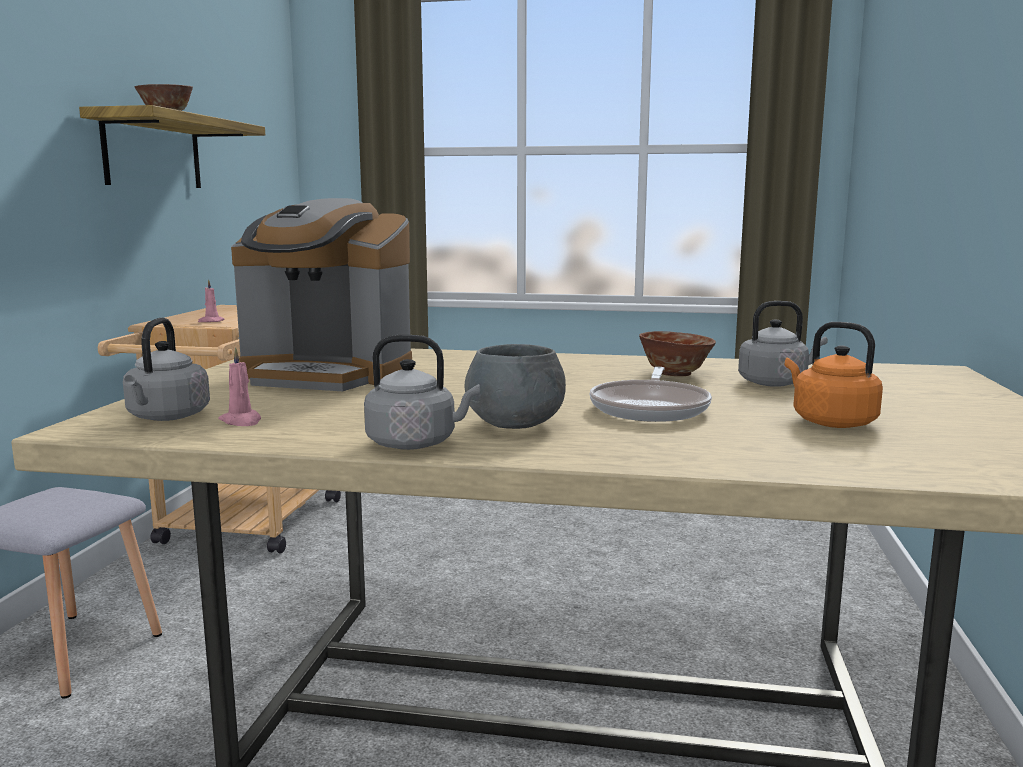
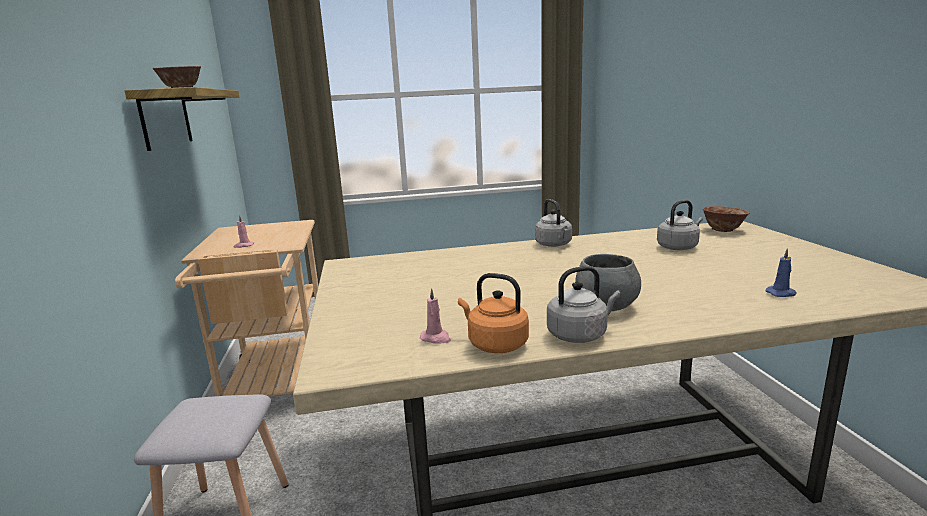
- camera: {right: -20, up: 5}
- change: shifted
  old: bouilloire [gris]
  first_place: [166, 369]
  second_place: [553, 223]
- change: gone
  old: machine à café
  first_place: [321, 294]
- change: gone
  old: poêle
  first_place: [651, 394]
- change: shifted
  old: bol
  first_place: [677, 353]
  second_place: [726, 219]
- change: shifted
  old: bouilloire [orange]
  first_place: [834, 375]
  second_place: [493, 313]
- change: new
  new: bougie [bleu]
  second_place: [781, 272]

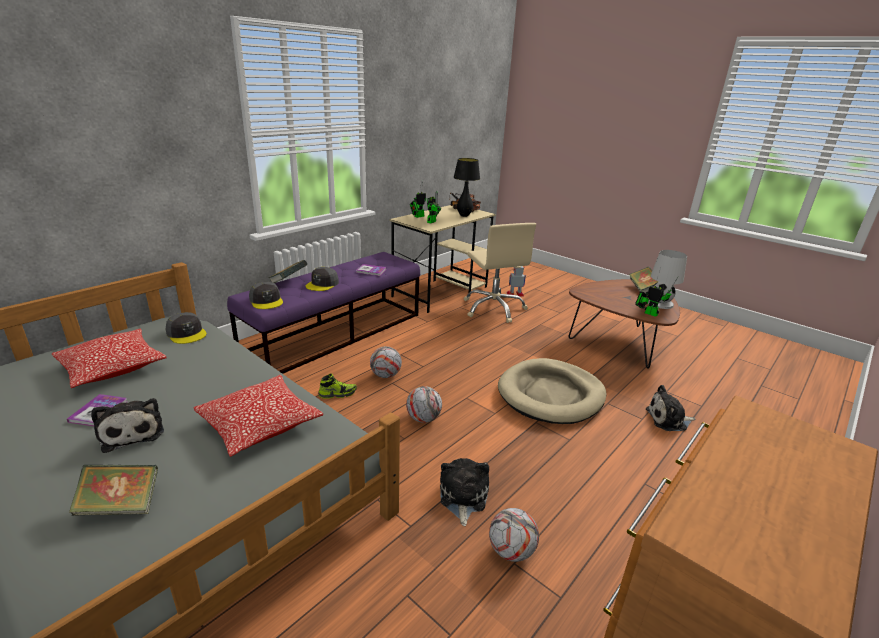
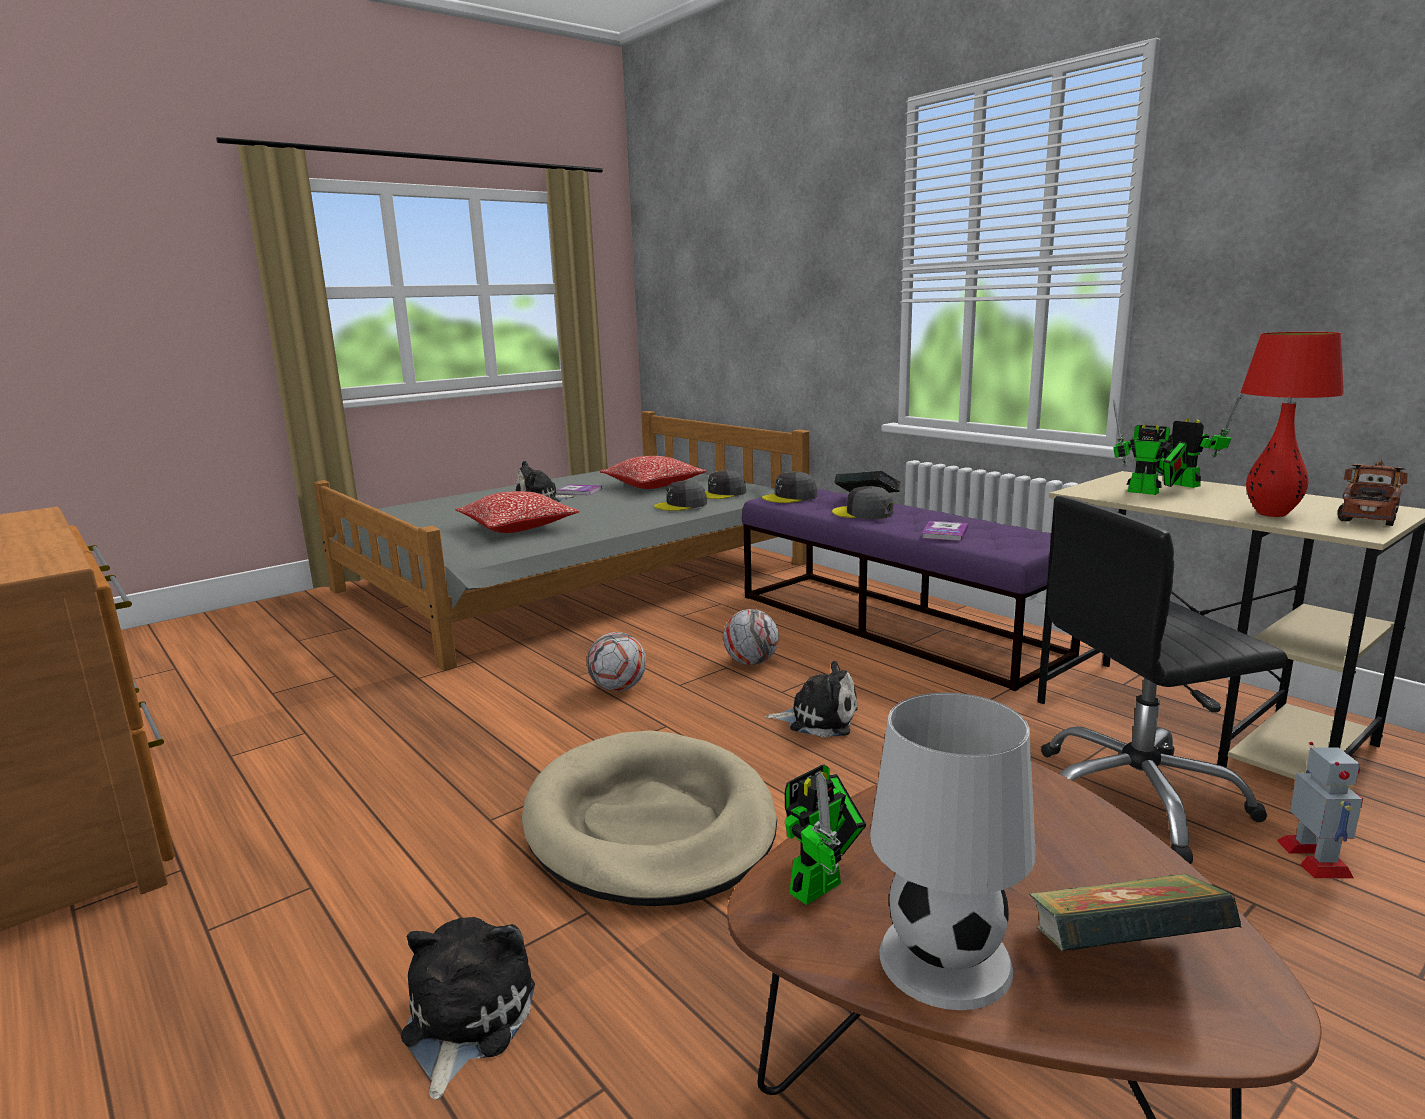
- camera: {right: 100, up: -10}
- change: gone
  old: livre
  first_place: [113, 490]
- change: gone
  old: chaussure
  first_place: [337, 386]
- change: shifted
  old: peluche
  first_place: [464, 492]
  second_place: [811, 699]
- change: repainted
  old: lampe de table [noir]
  new: lampe de table [rouge]
  first_place: [467, 187]
  second_place: [1292, 424]
- change: repainted
  old: chaise de bureau [beige]
  new: chaise de bureau [noir]
  first_place: [500, 273]
  second_place: [1164, 680]
- change: gone
  old: ballon de foot
  first_place: [514, 535]
- change: new
  new: casquette [gris]
  second_place: [680, 496]

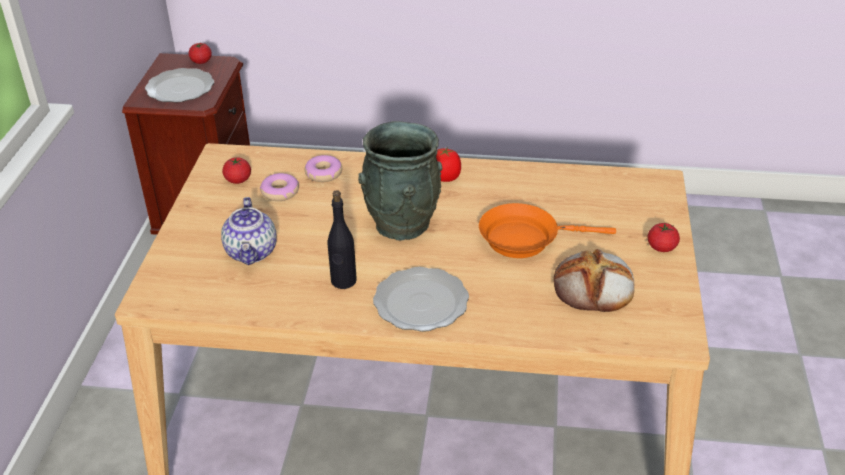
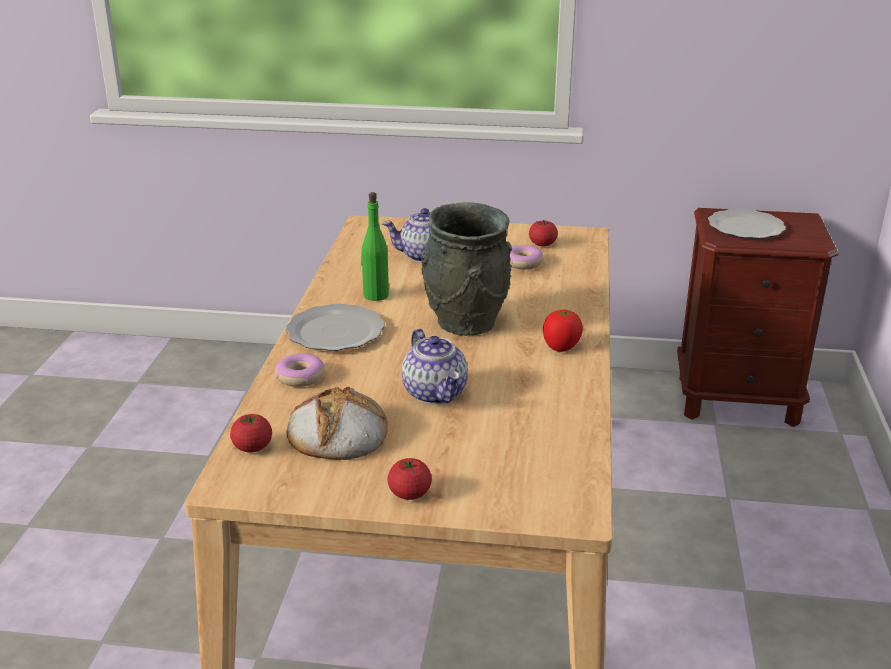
- camera: {right: 90, up: -10}
- change: shifted
  old: tomate
  first_place: [200, 53]
  second_place: [251, 433]
- change: shifted
  old: beignet
  first_place: [323, 168]
  second_place: [300, 370]
- change: repainted
  old: bouteille [noir]
  new: bouteille [vert]
  first_place: [342, 239]
  second_place: [375, 246]
- change: swapped
  old: poêle [orange]
  new: théière
  first_place: [547, 230]
  second_place: [435, 366]

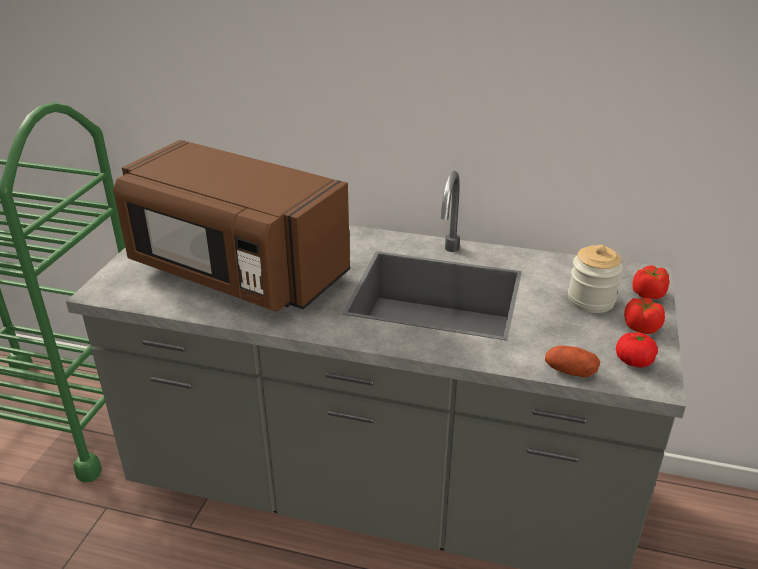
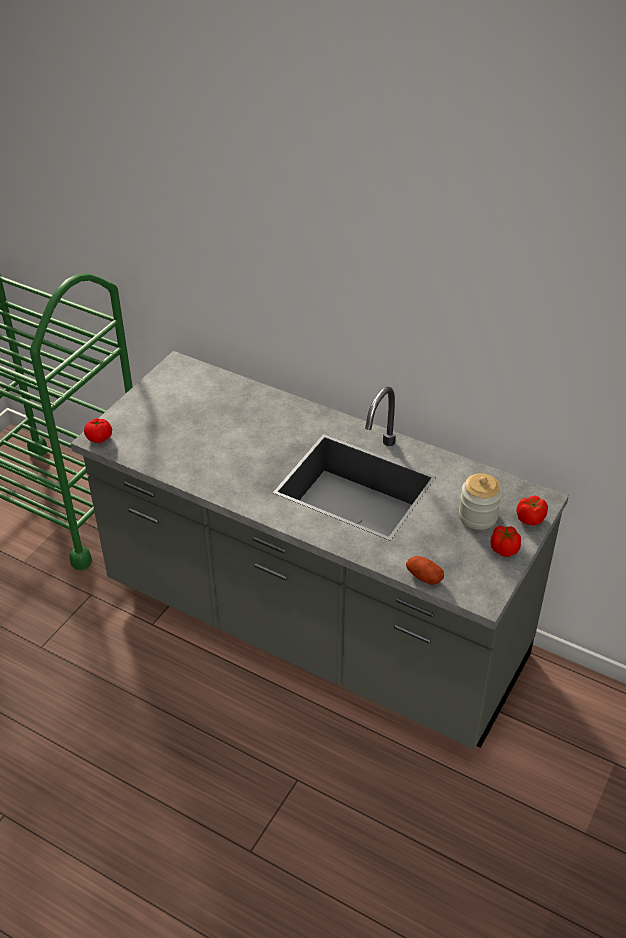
- camera: {right: 15, up: 10}
- change: gone
  old: micro-ondes [marron]
  first_place: [231, 225]
- change: shifted
  old: tomate
  first_place: [637, 350]
  second_place: [98, 430]

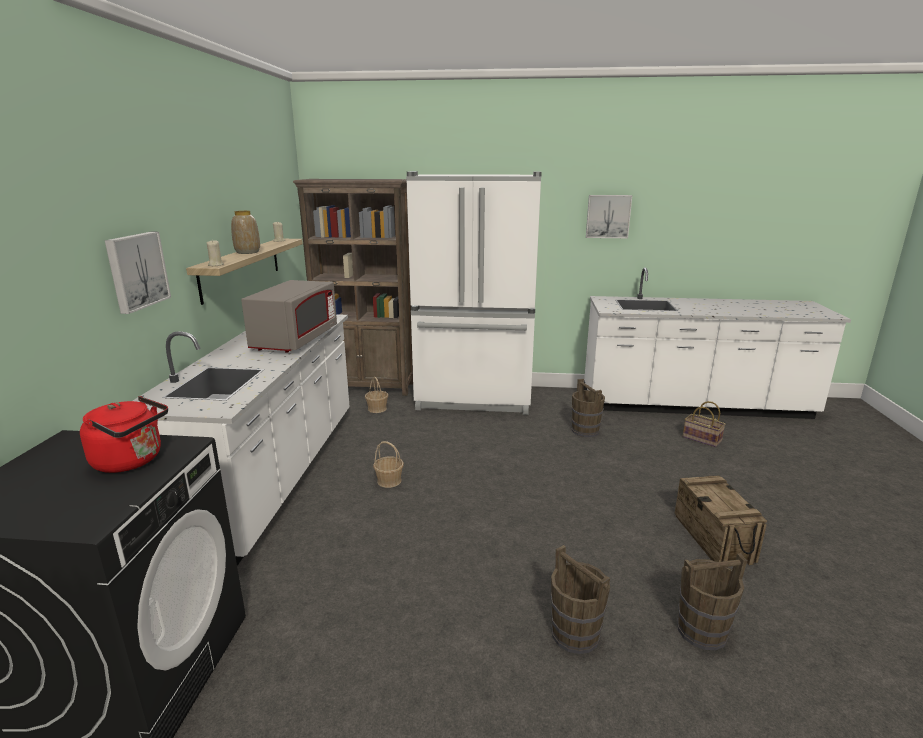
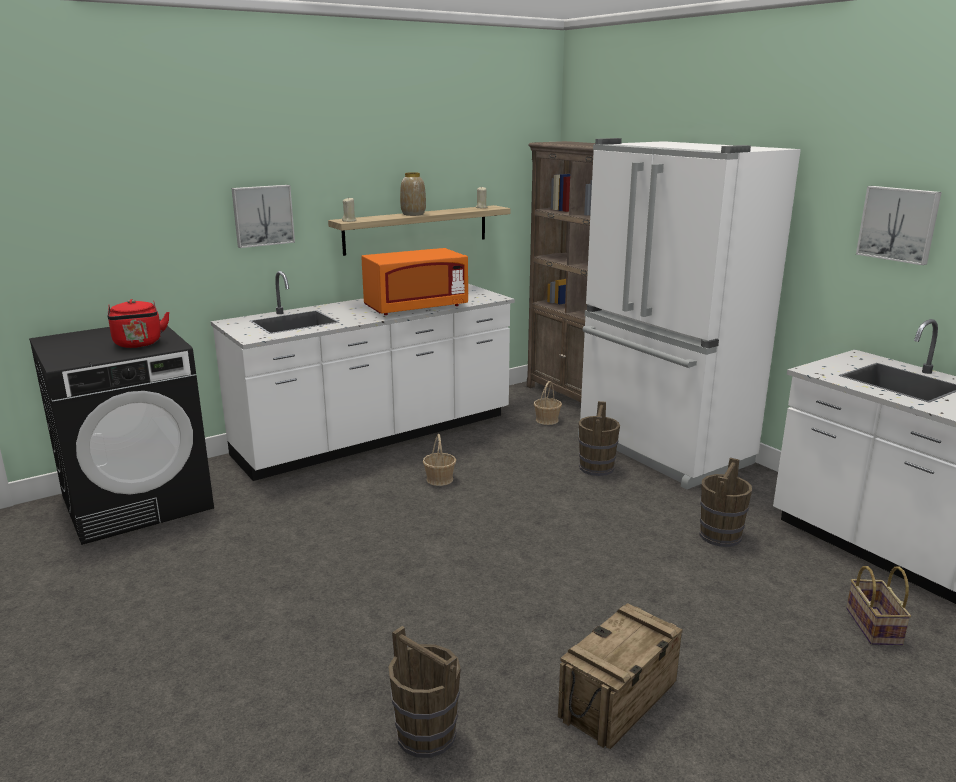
- camera: {right: 50, up: 0}
- change: repainted
  old: micro-ondes [gris]
  new: micro-ondes [orange]
  first_place: [289, 316]
  second_place: [414, 281]
- change: shifted
  old: seau [marron]
  first_place: [580, 599]
  second_place: [599, 438]

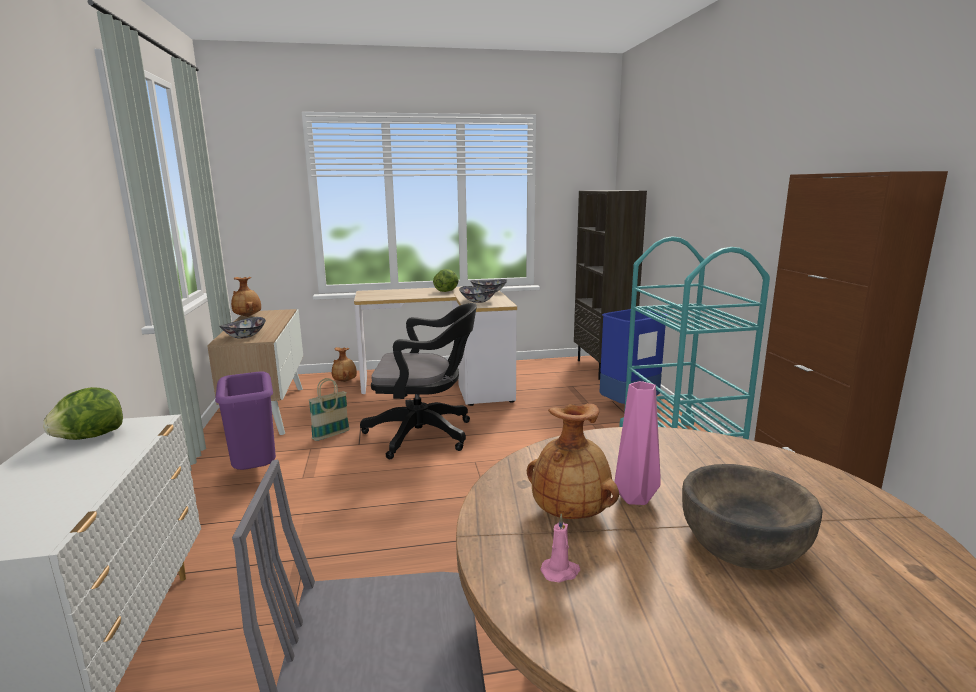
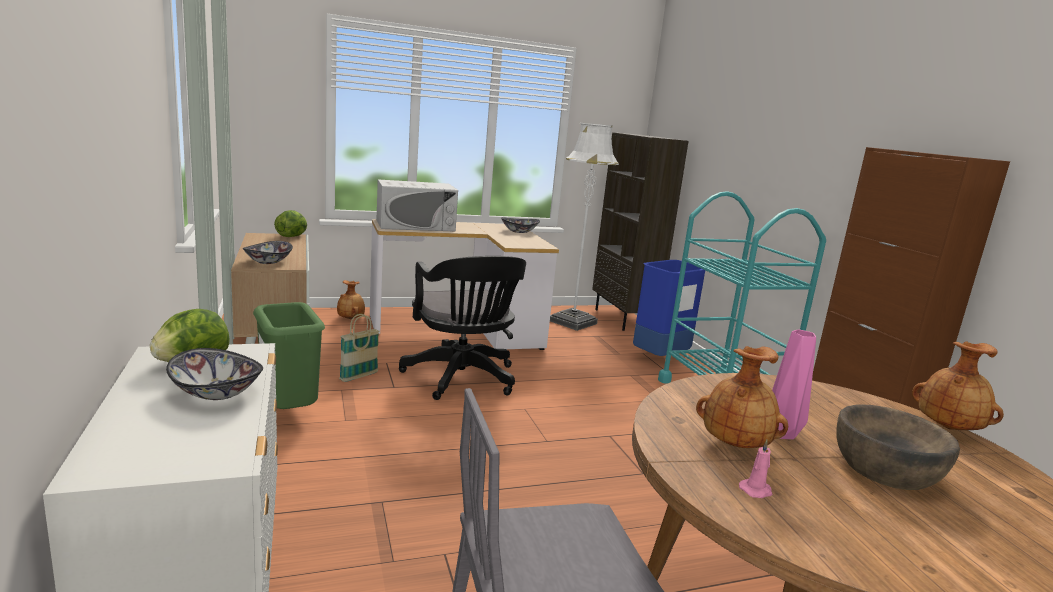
- camera: {right: -10, up: 0}
- change: repainted
  old: poubelle [violet]
  new: poubelle [vert]
  first_place: [245, 420]
  second_place: [289, 355]
- change: shifted
  old: vase [marron]
  first_place: [246, 297]
  second_place: [958, 385]
- change: rotated
  old: chaise de bureau [noir]
  first_place: [418, 381]
  second_place: [462, 328]
  degrees: 75
- change: shifted
  old: laitue
  first_place: [446, 280]
  second_place: [290, 223]
- change: shifted
  old: bol
  first_place: [478, 294]
  second_place: [214, 374]
- change: new
  new: micro-ondes [blanc]
  second_place: [417, 205]
- change: new
  new: lampadaire [blanc]
  second_place: [584, 227]

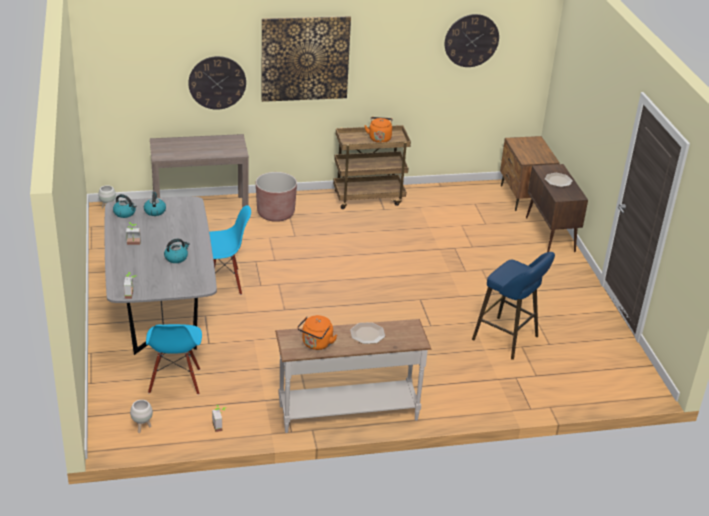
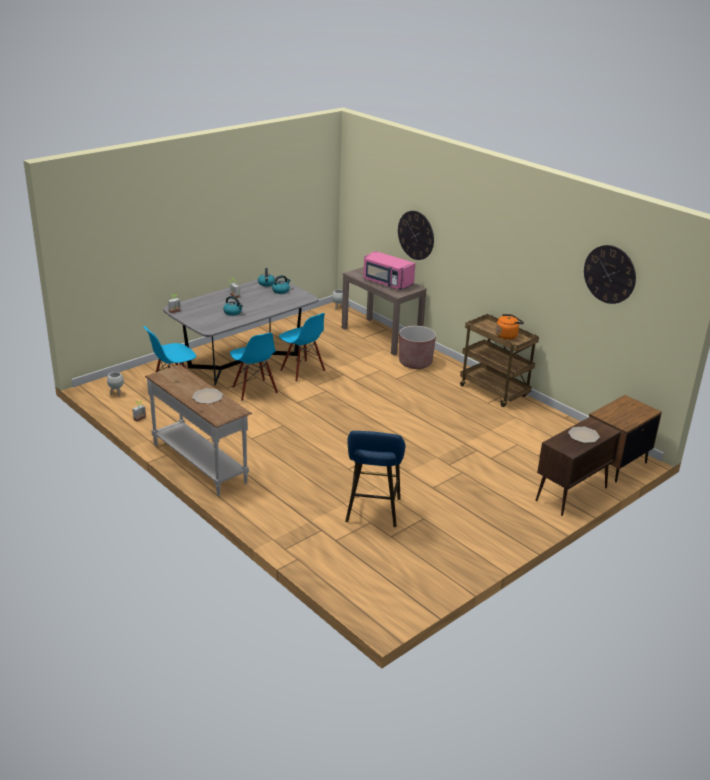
- camera: {right: 60, up: -5}
- change: gone
  old: tableau
  first_place: [306, 59]
- change: gone
  old: bouilloire [orange]
  first_place: [317, 332]
- change: new
  new: chaise [bleu]
  second_place: [254, 367]
- change: new
  new: micro-ondes [rose]
  second_place: [389, 270]

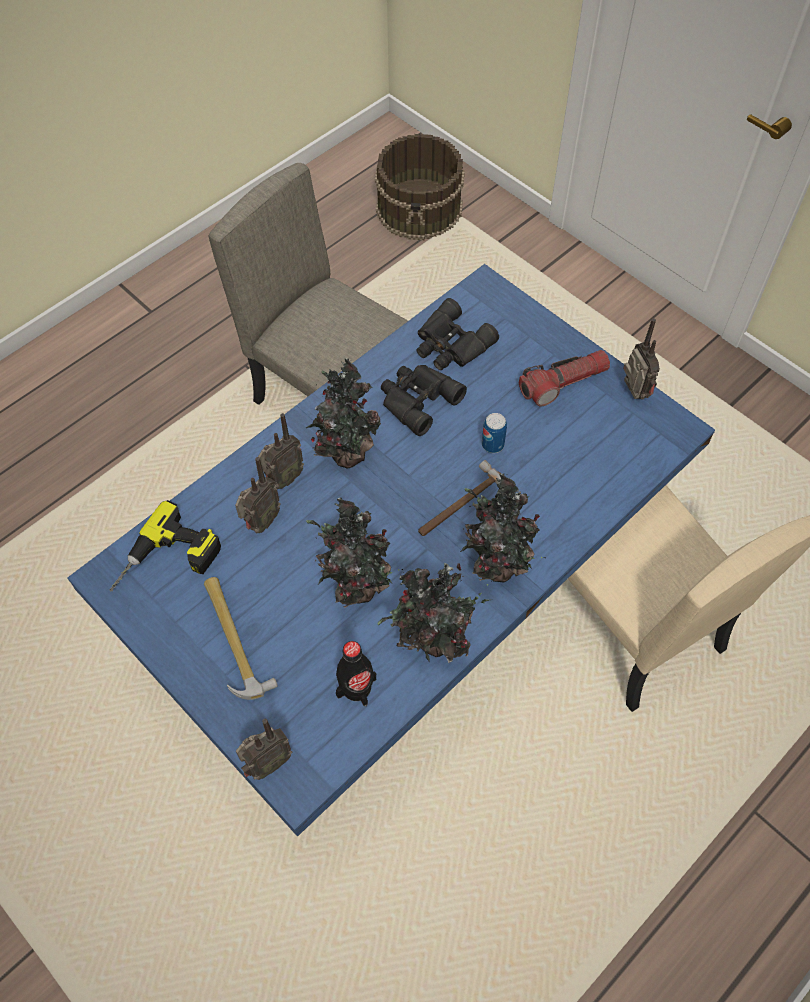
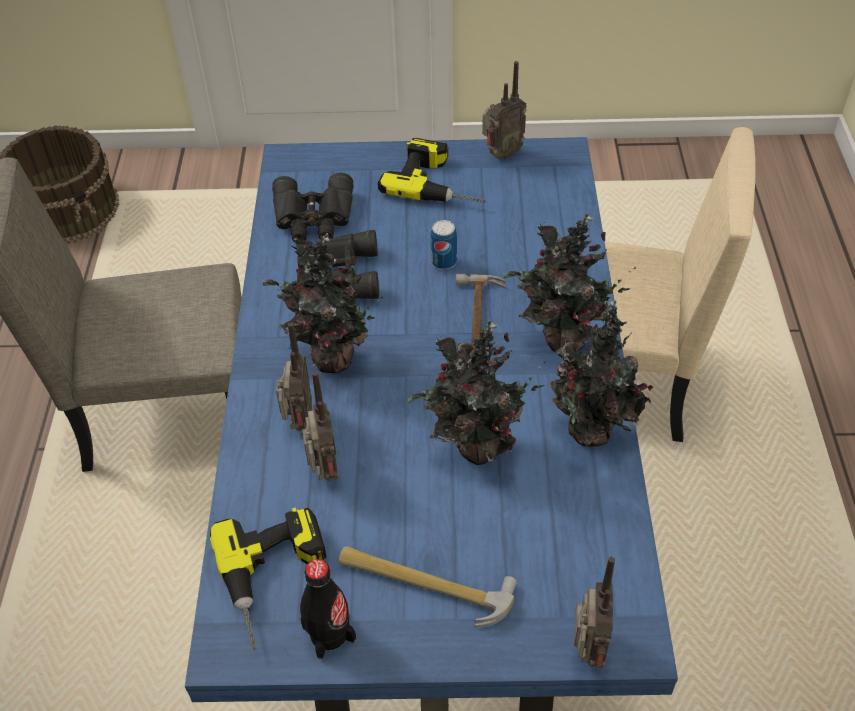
- camera: {right: -45, up: -10}
- change: shifted
  old: bouteille [noir]
  first_place: [356, 673]
  second_place: [328, 609]
- change: swapped
  old: lampe de poche
  new: perceuse
  first_place: [564, 378]
  second_place: [432, 170]
- change: rotated
  old: radio
  first_place: [641, 359]
  second_place: [504, 110]
  degrees: 120

